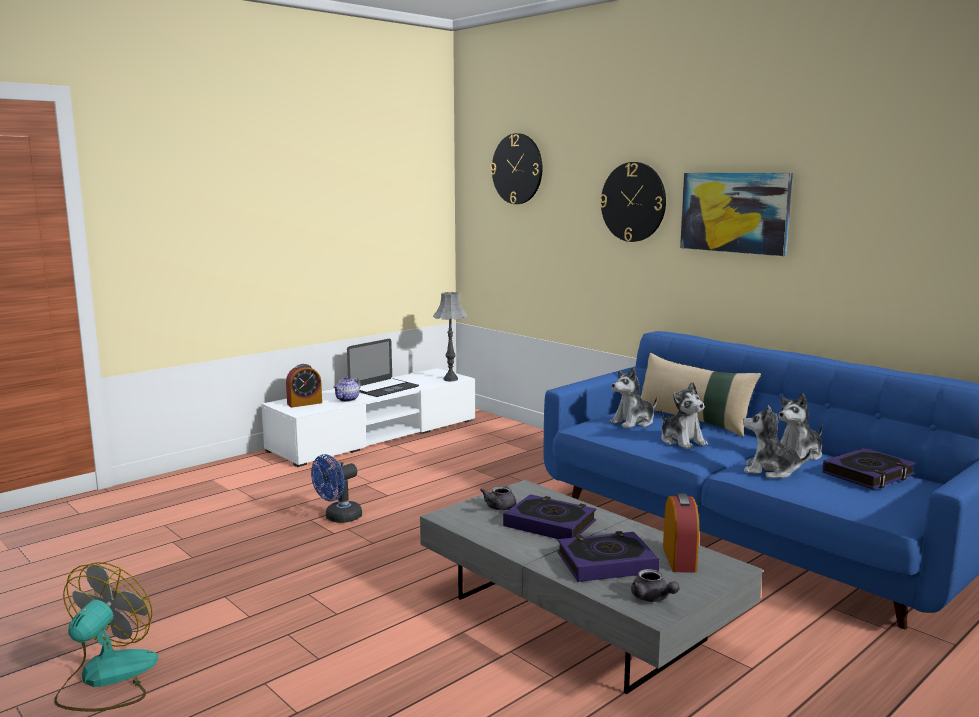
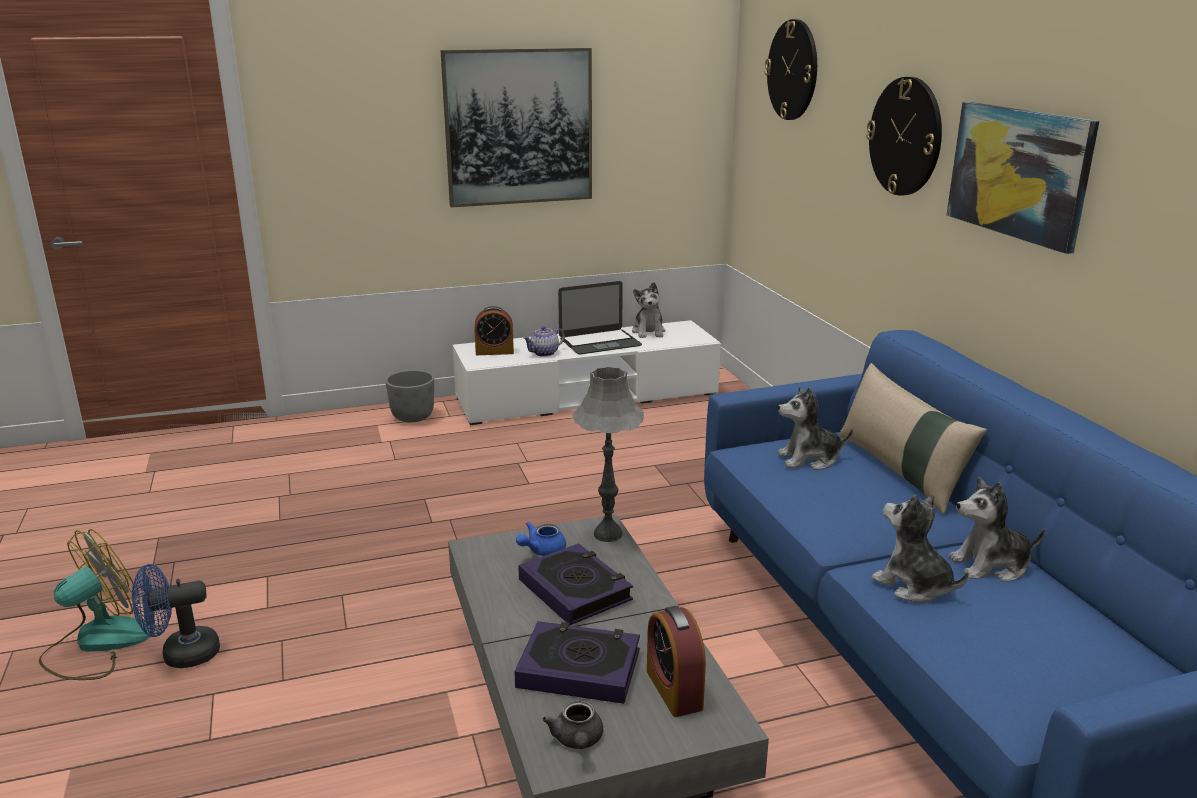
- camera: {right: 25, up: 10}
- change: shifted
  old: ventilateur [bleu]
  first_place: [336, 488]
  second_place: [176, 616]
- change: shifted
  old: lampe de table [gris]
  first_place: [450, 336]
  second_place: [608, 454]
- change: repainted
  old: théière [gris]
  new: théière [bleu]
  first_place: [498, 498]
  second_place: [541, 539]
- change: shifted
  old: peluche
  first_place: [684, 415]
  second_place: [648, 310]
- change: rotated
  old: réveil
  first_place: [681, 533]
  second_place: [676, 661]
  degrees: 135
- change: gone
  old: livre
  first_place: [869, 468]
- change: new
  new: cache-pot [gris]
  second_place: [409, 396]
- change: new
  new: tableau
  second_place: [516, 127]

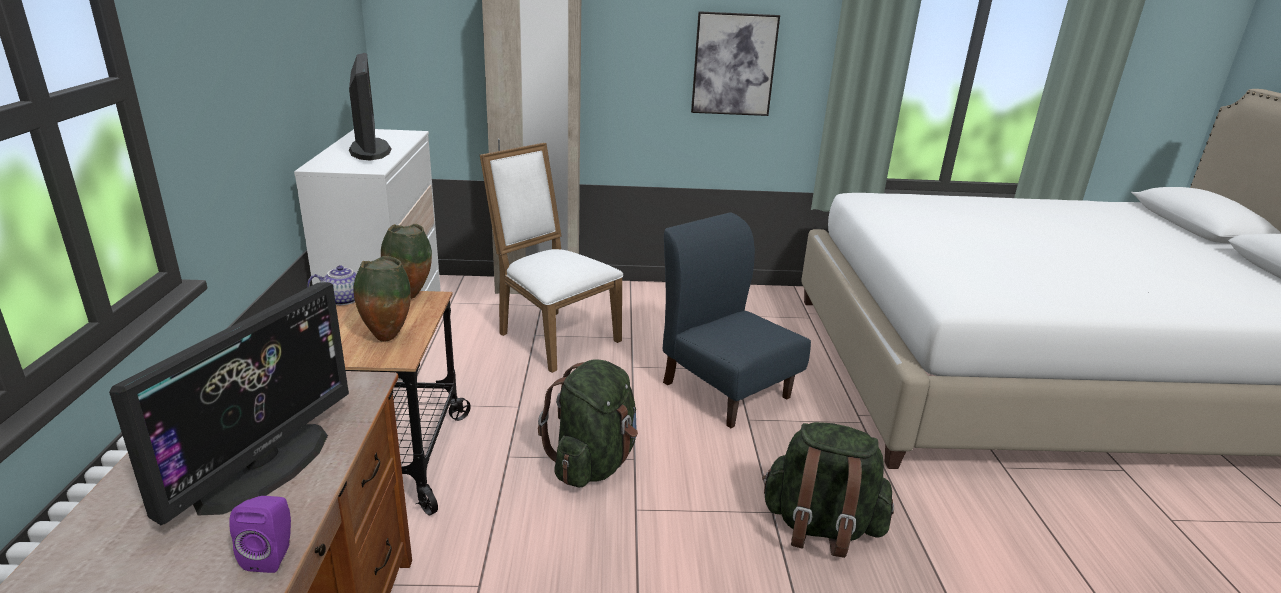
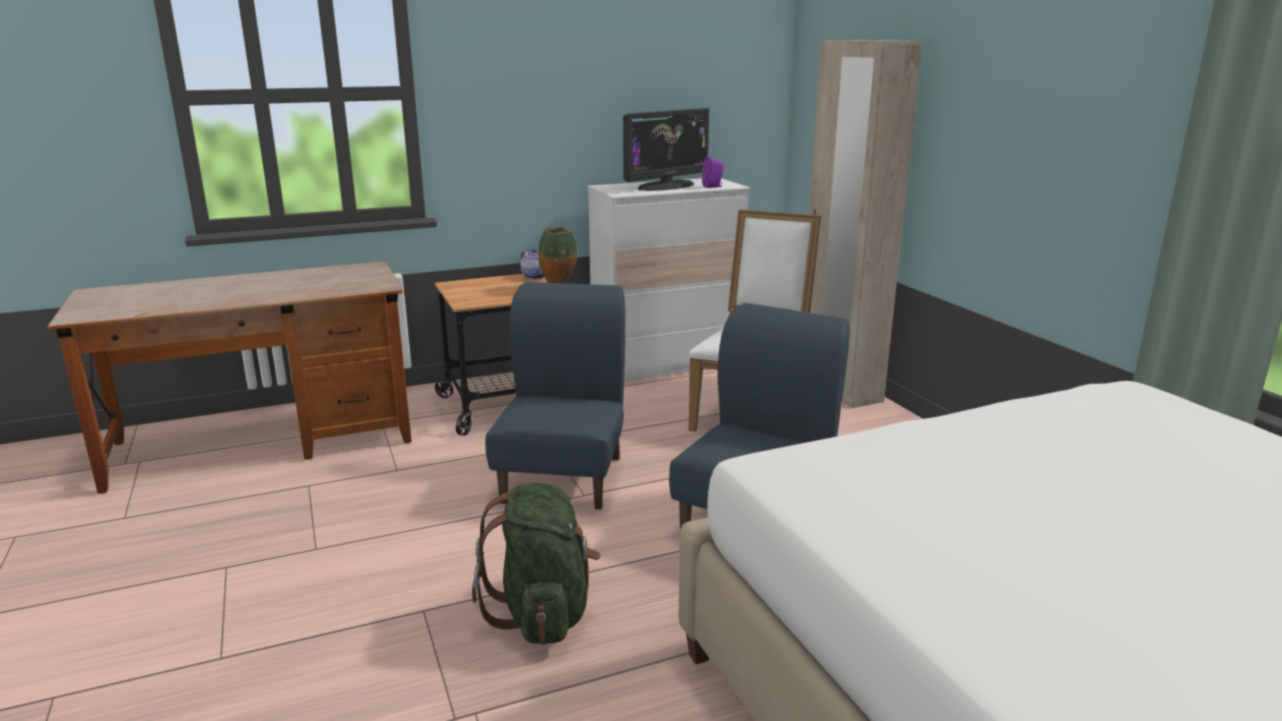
- camera: {right: 70, up: -5}
- change: gone
  old: écran d'ordinateur
  first_place: [229, 403]
- change: shifted
  old: enceinte [violet]
  first_place: [260, 534]
  second_place: [713, 172]
- change: gone
  old: vase
  first_place: [382, 299]
- change: swapped
  old: sac à dos [vert]
  new: chaise [bleu]
  first_place: [588, 423]
  second_place: [555, 395]
- change: gone
  old: tableau
  first_place: [735, 63]

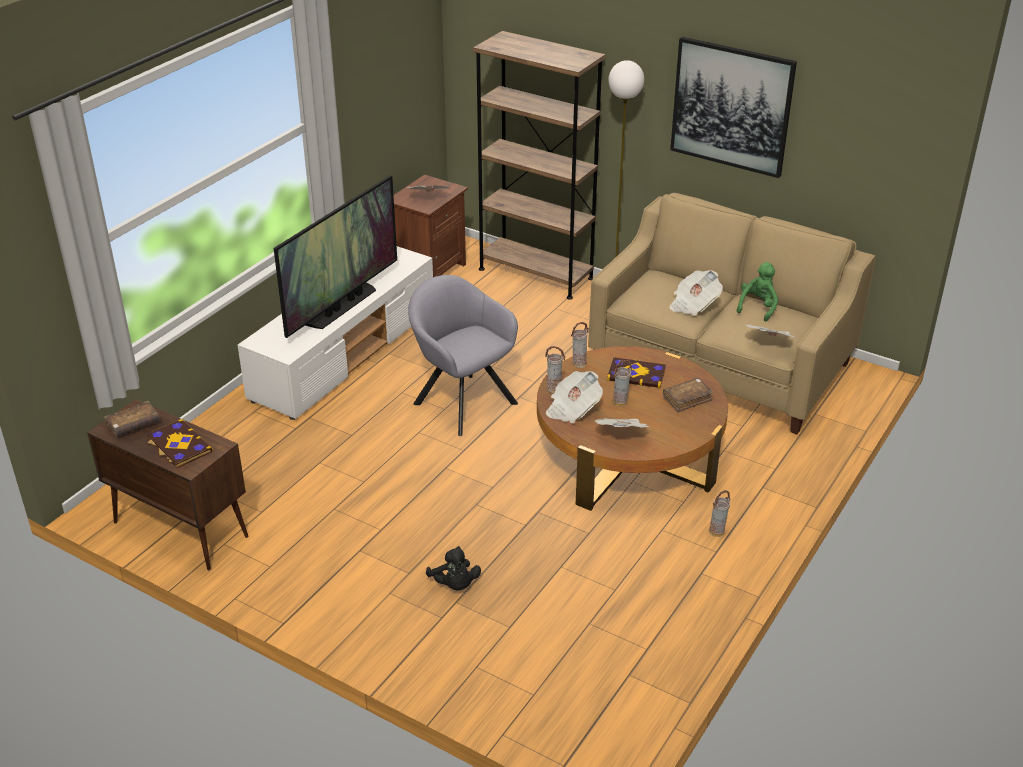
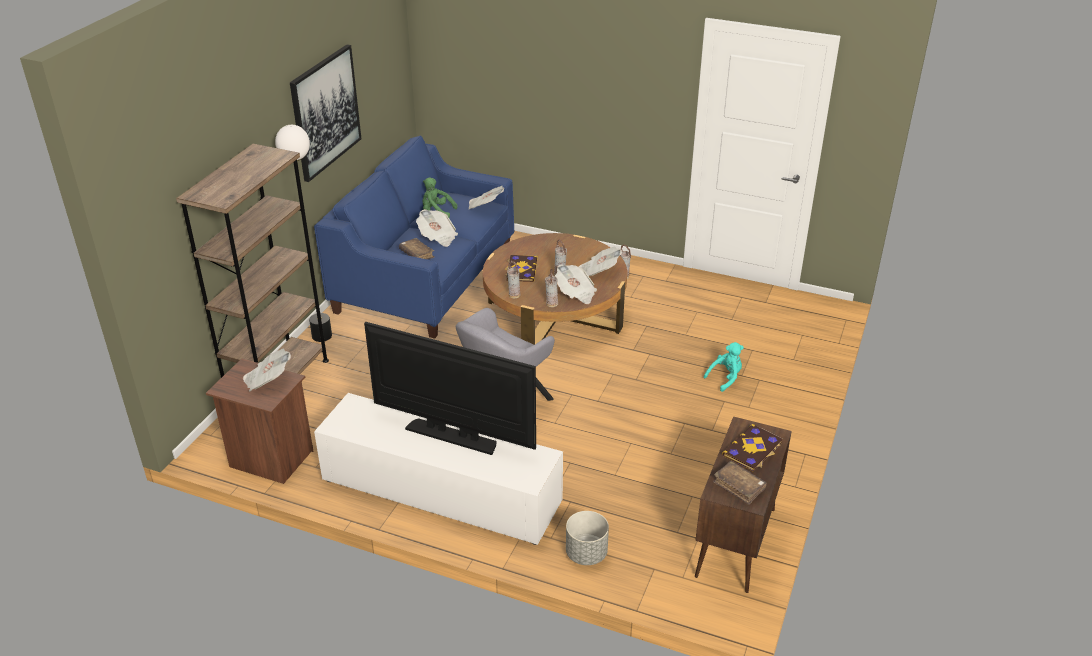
- camera: {right: -100, up: 0}
- change: repainted
  old: peluche [noir]
  new: peluche [turquoise]
  first_place: [453, 568]
  second_place: [724, 367]
- change: repainted
  old: canapé [beige]
  new: canapé [bleu]
  first_place: [732, 313]
  second_place: [414, 237]
- change: shifted
  old: livre [marron]
  first_place: [688, 395]
  second_place: [416, 248]
- change: new
  new: cache-pot [gris]
  second_place: [587, 538]

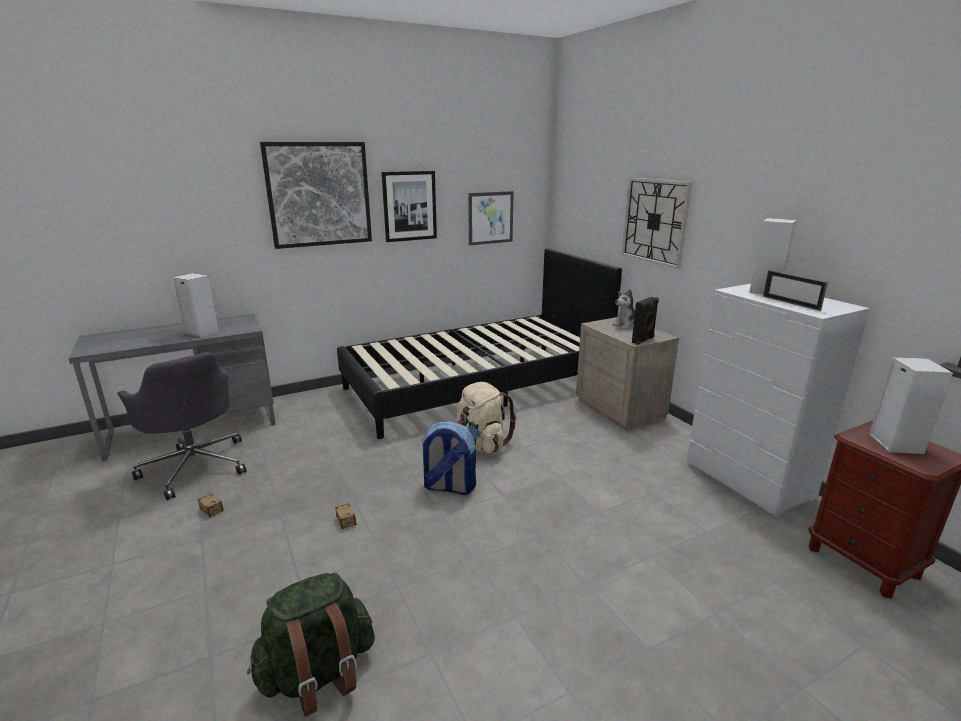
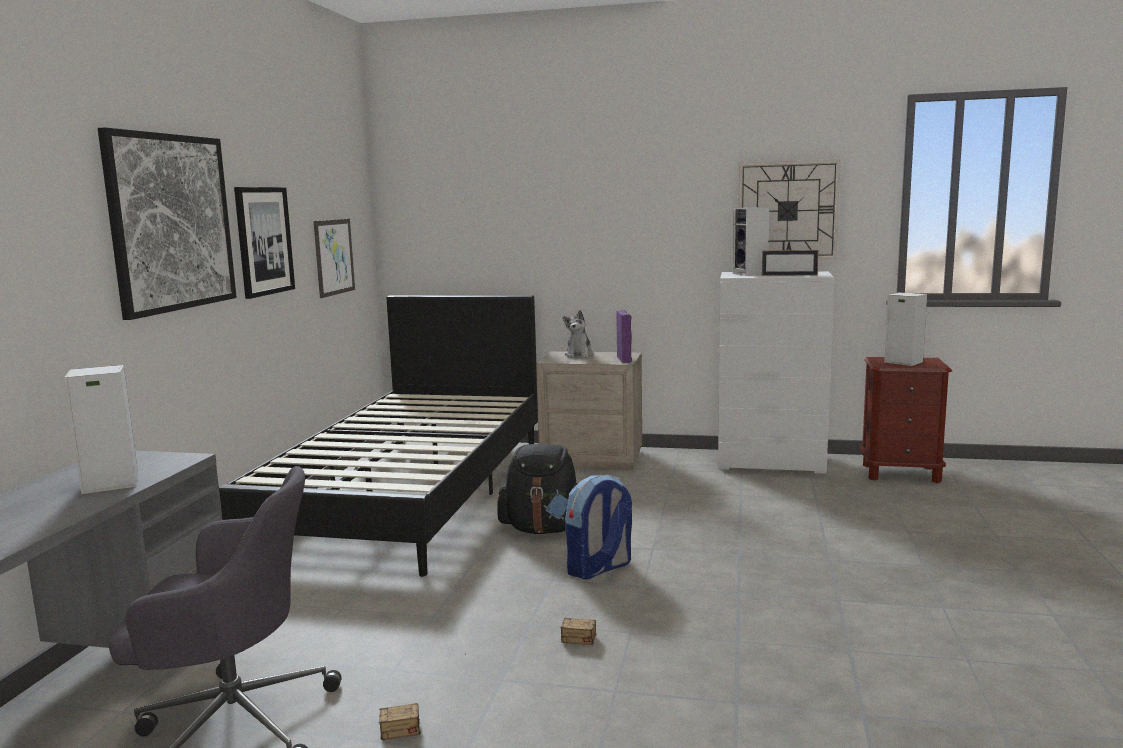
- camera: {right: -50, up: -10}
- change: gone
  old: sac à dos [vert]
  first_place: [311, 645]
- change: repainted
  old: sac à dos [beige]
  new: sac à dos [noir]
  first_place: [486, 418]
  second_place: [537, 489]
- change: shifted
  old: horloge murale
  first_place: [657, 223]
  second_place: [789, 209]
- change: repainted
  old: enceinte [noir]
  new: enceinte [violet]
  first_place: [645, 321]
  second_place: [624, 336]

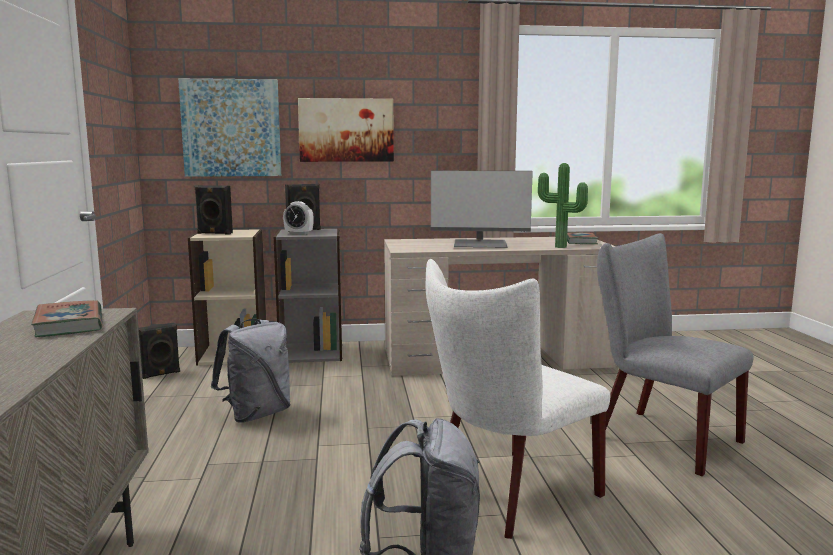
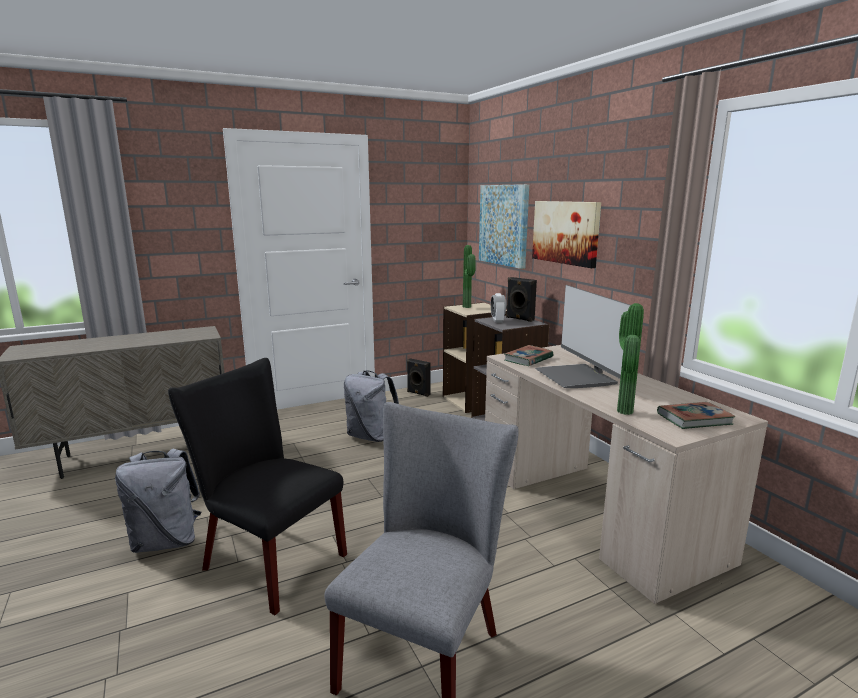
- camera: {right: 70, up: 5}
- change: shifted
  old: livre
  first_place: [66, 318]
  second_place: [528, 355]
- change: swapped
  old: enceinte [noir]
  new: plante en pot
  first_place: [213, 209]
  second_place: [469, 276]
- change: repainted
  old: chaise [blanc]
  new: chaise [noir]
  first_place: [518, 399]
  second_place: [257, 486]

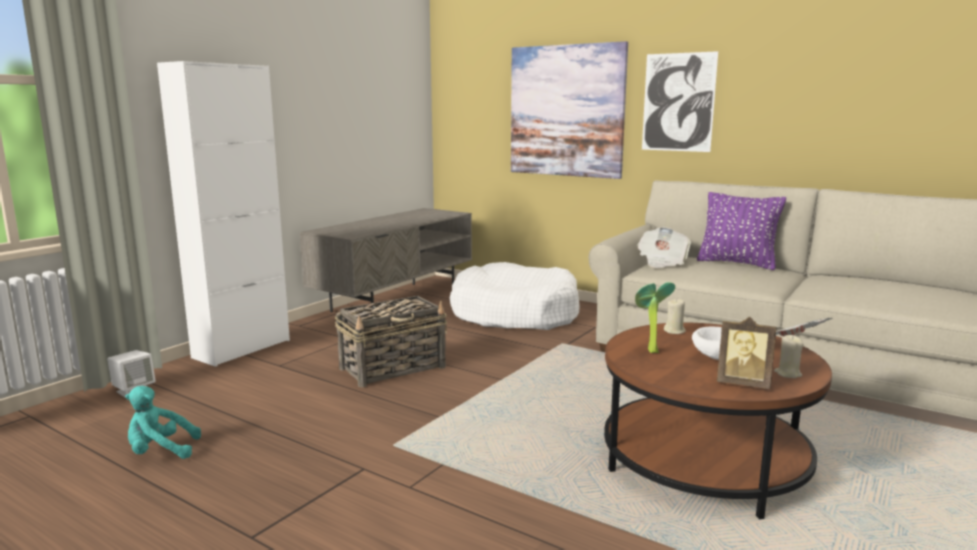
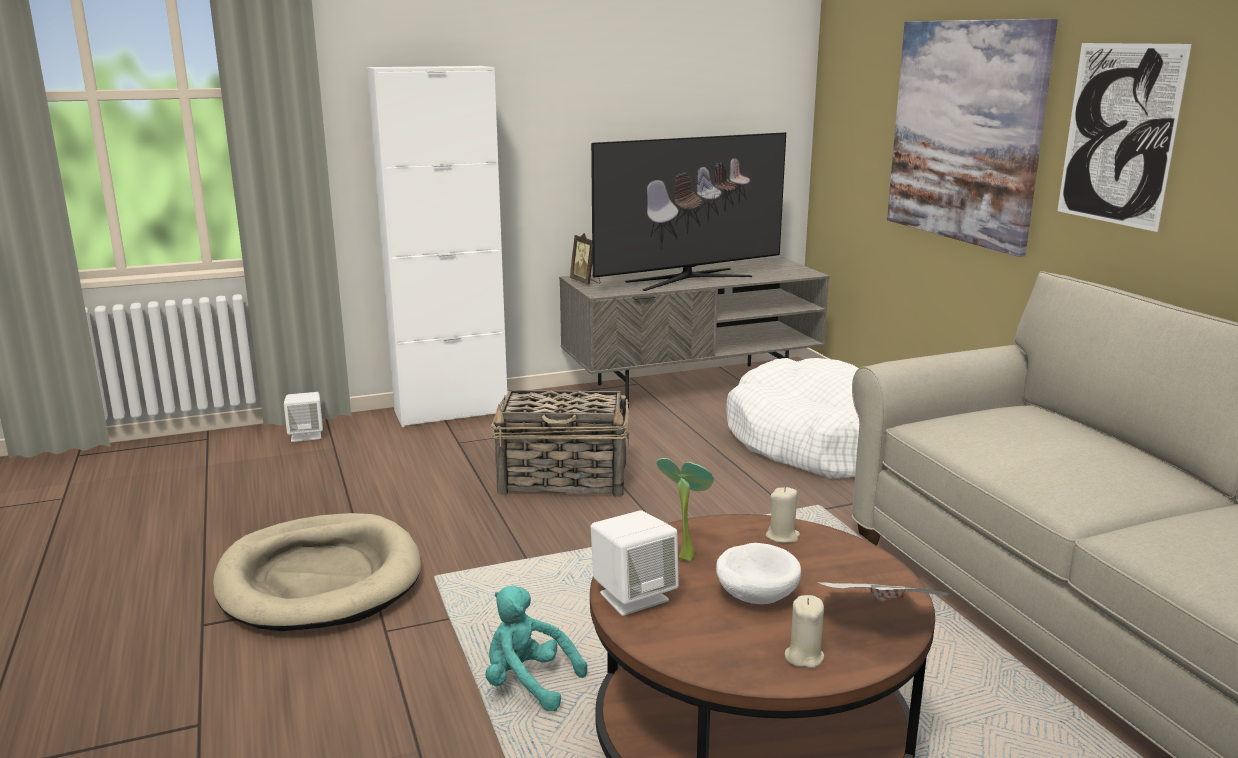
- camera: {right: 35, up: 5}
- change: shifted
  old: peluche [turquoise]
  first_place: [163, 422]
  second_place: [536, 648]
- change: gone
  old: journal
  first_place: [664, 247]
- change: gone
  old: coussin [violet]
  first_place: [741, 231]
- change: shifted
  old: cadre photo
  first_place: [747, 353]
  second_place: [585, 259]
- change: new
  new: panier pour chien [beige]
  second_place: [317, 572]
- change: new
  new: téléviseur
  second_place: [688, 211]
- change: new
  new: enceinte [blanc]
  second_place: [635, 563]

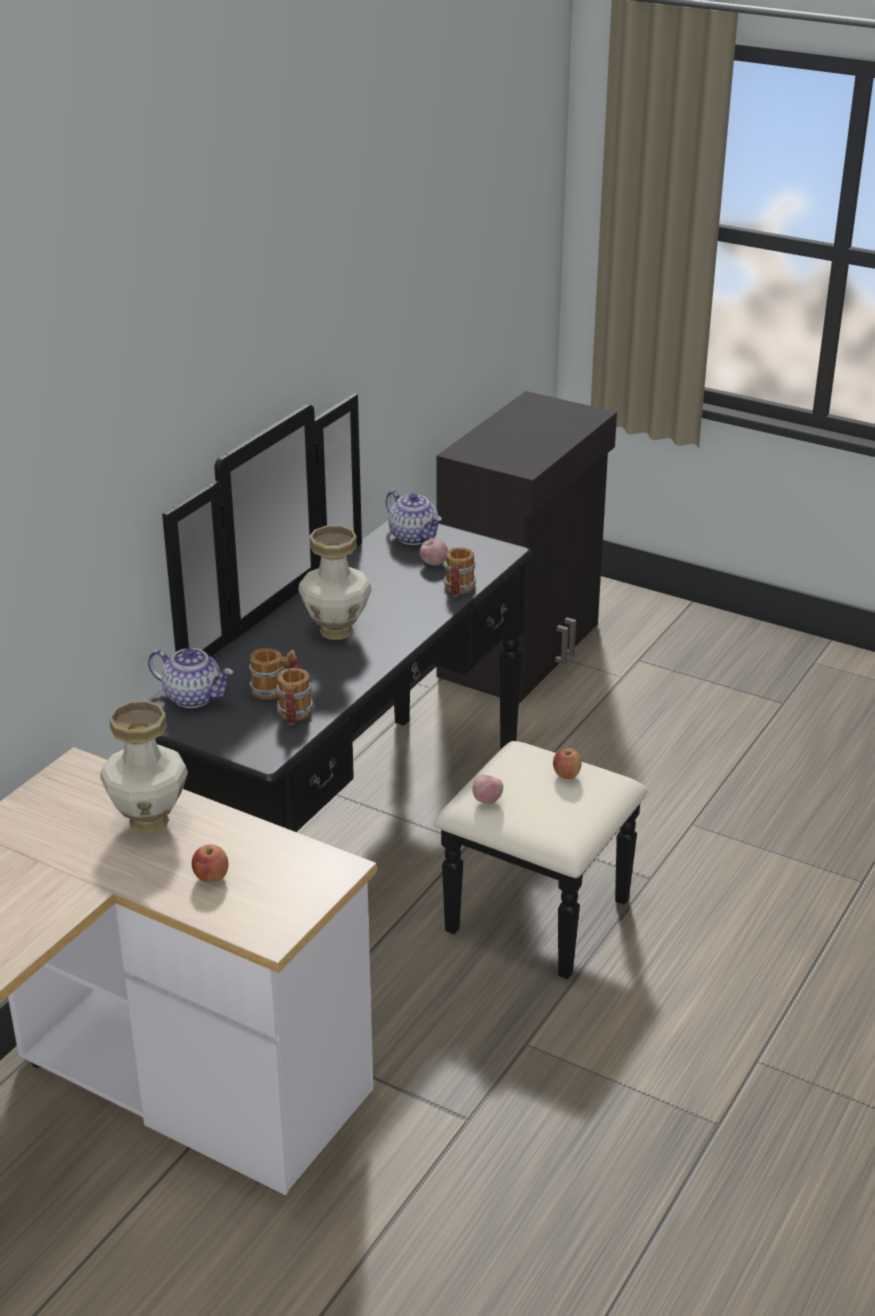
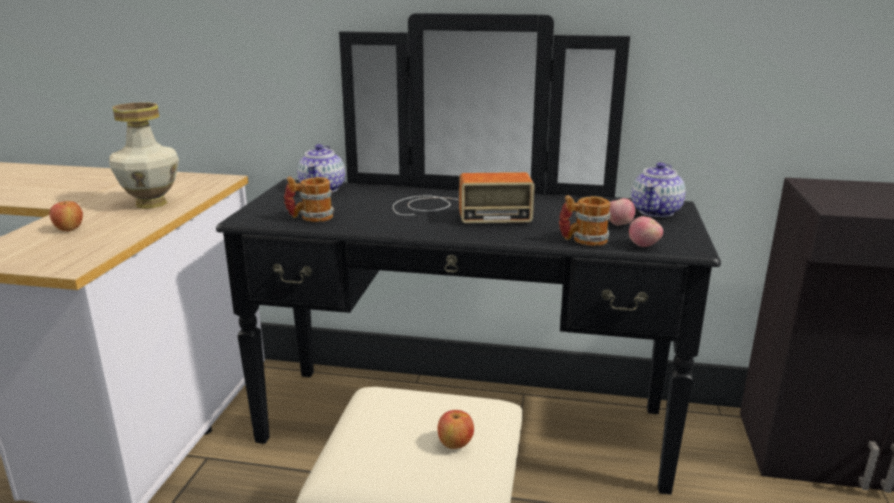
- camera: {right: 70, up: -10}
- change: gone
  old: mug
  first_place: [275, 673]
- change: swapped
  old: vase
  new: radio
  first_place: [335, 582]
  second_place: [464, 197]
- change: shifted
  old: pomme
  first_place: [487, 789]
  second_place: [646, 231]

